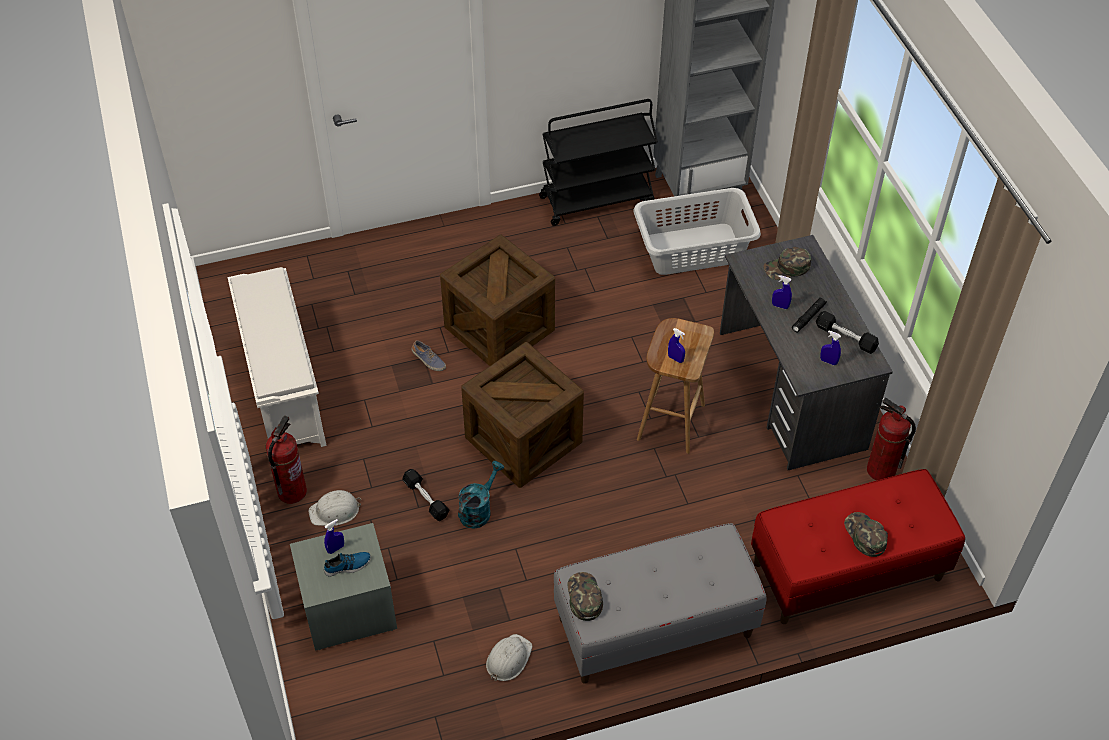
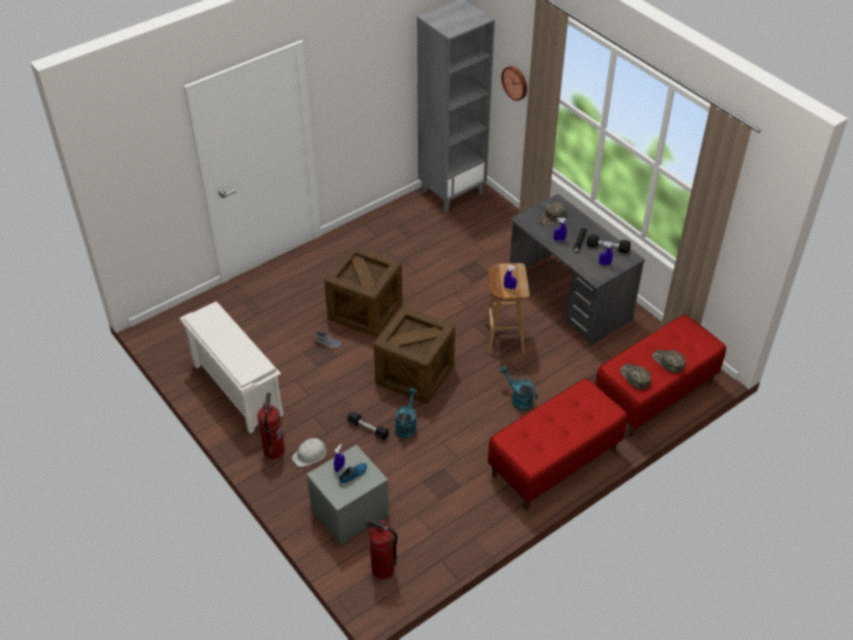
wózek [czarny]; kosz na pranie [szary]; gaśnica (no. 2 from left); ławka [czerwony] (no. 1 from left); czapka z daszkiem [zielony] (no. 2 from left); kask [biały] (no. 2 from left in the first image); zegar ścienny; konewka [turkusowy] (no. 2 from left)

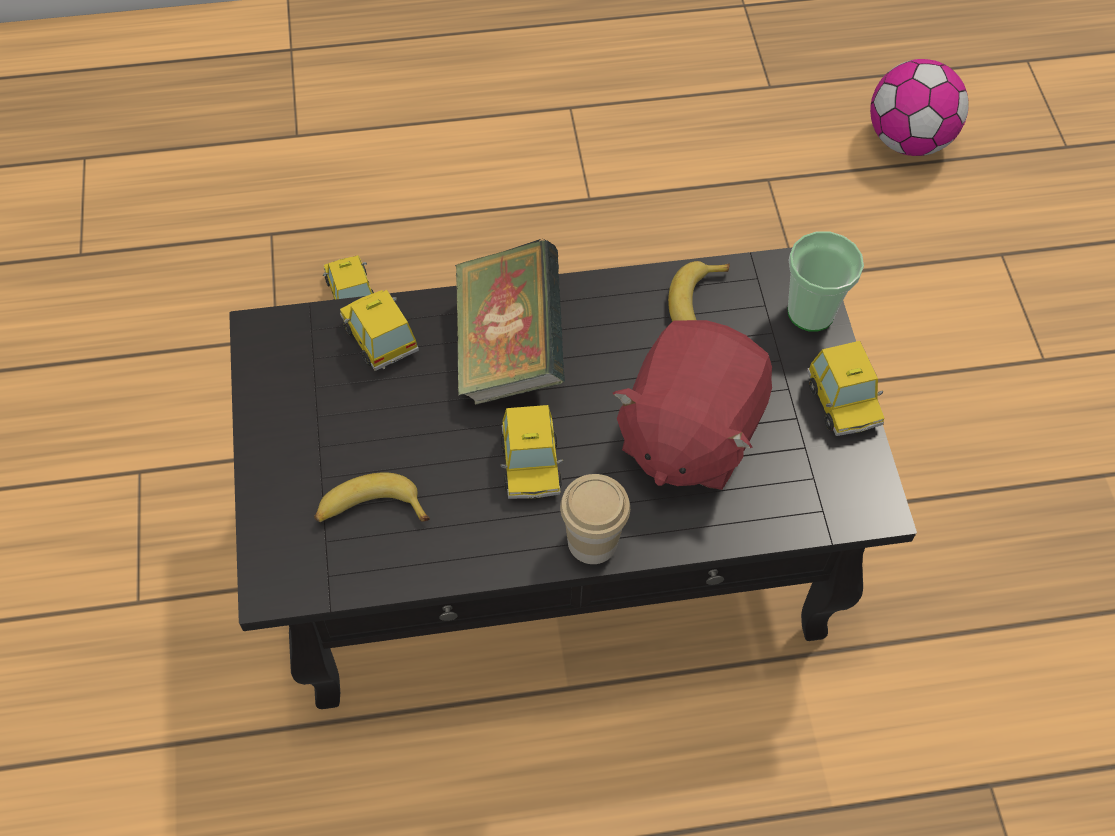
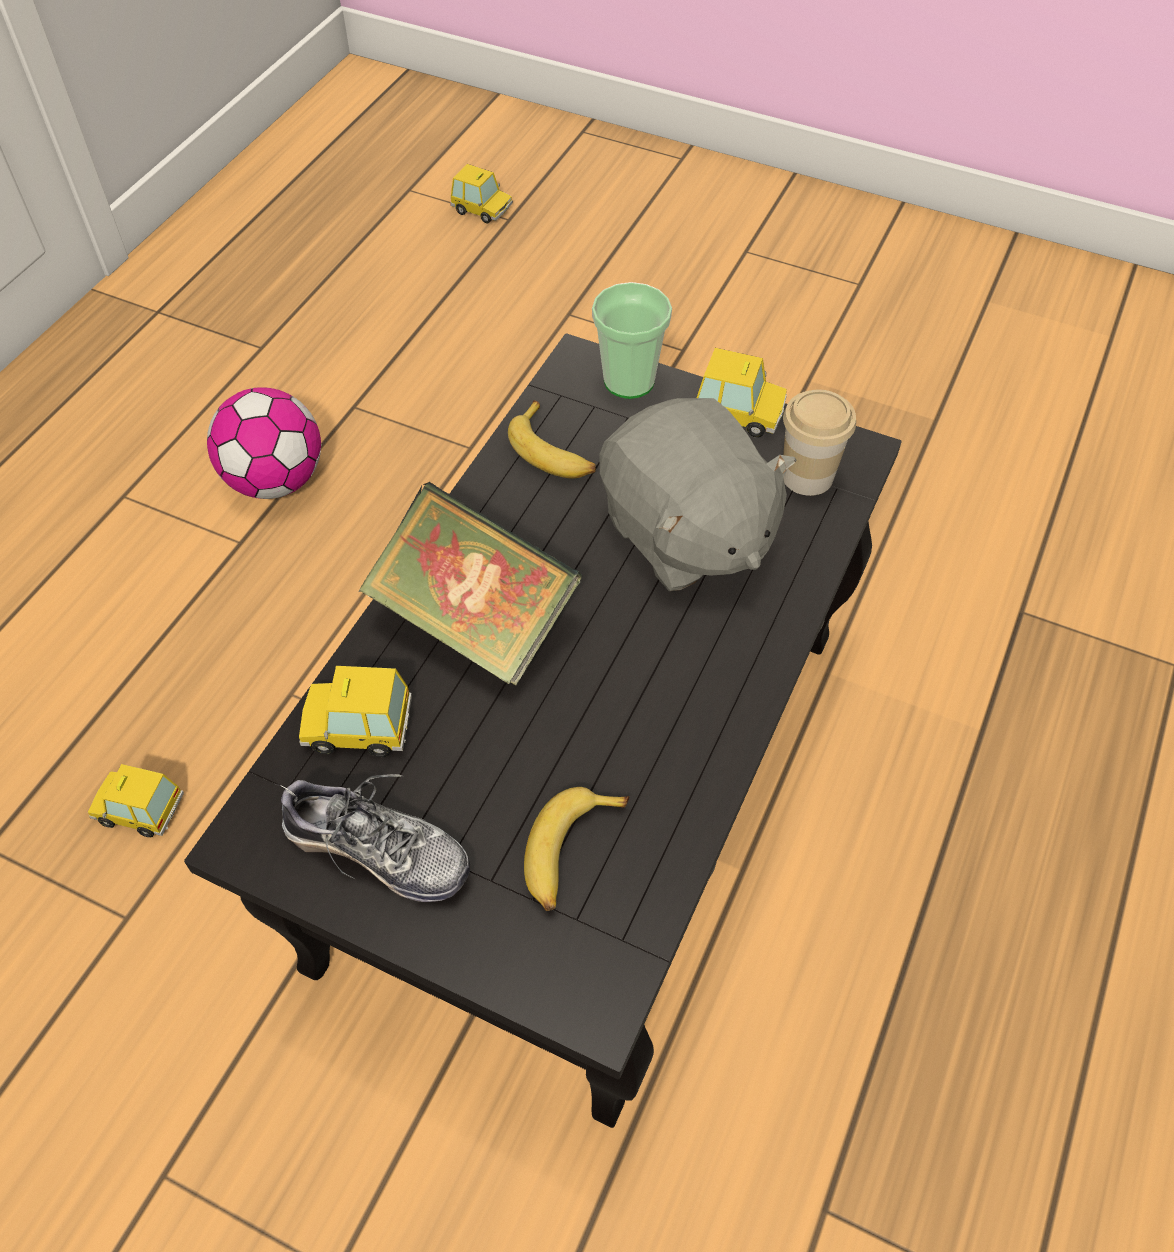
piłka futbolowa; pluszak [szary]; samochodzik (no. 3 from left); filiżanka (no. 2 from left); but

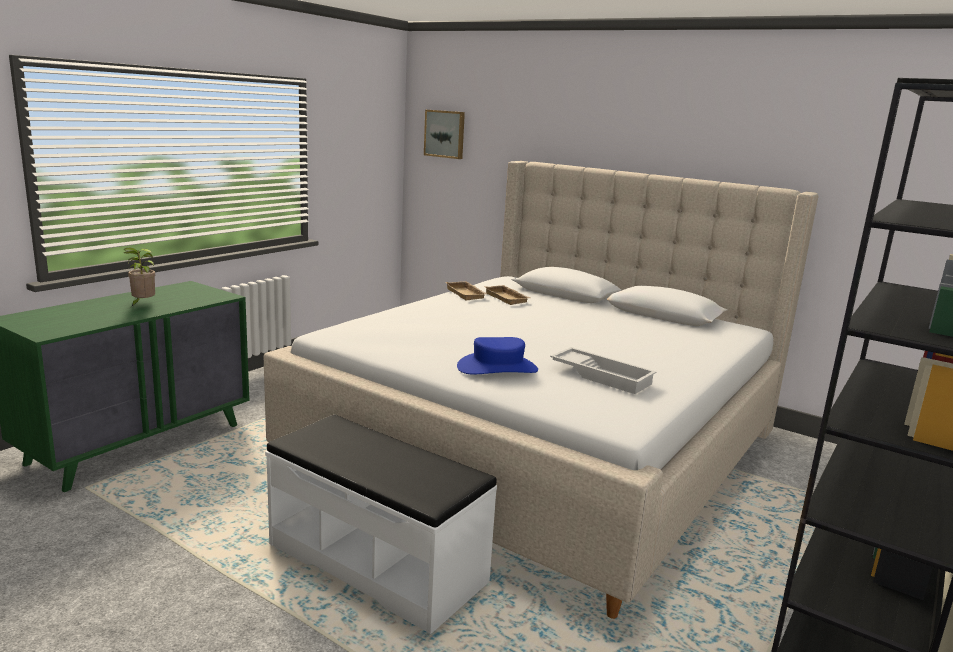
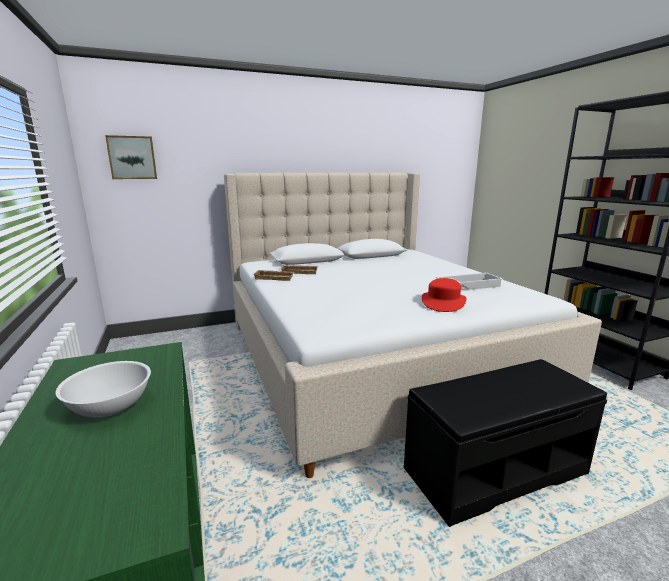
miska [biały]; kapelusz [czerwony]; ławka [czarny]

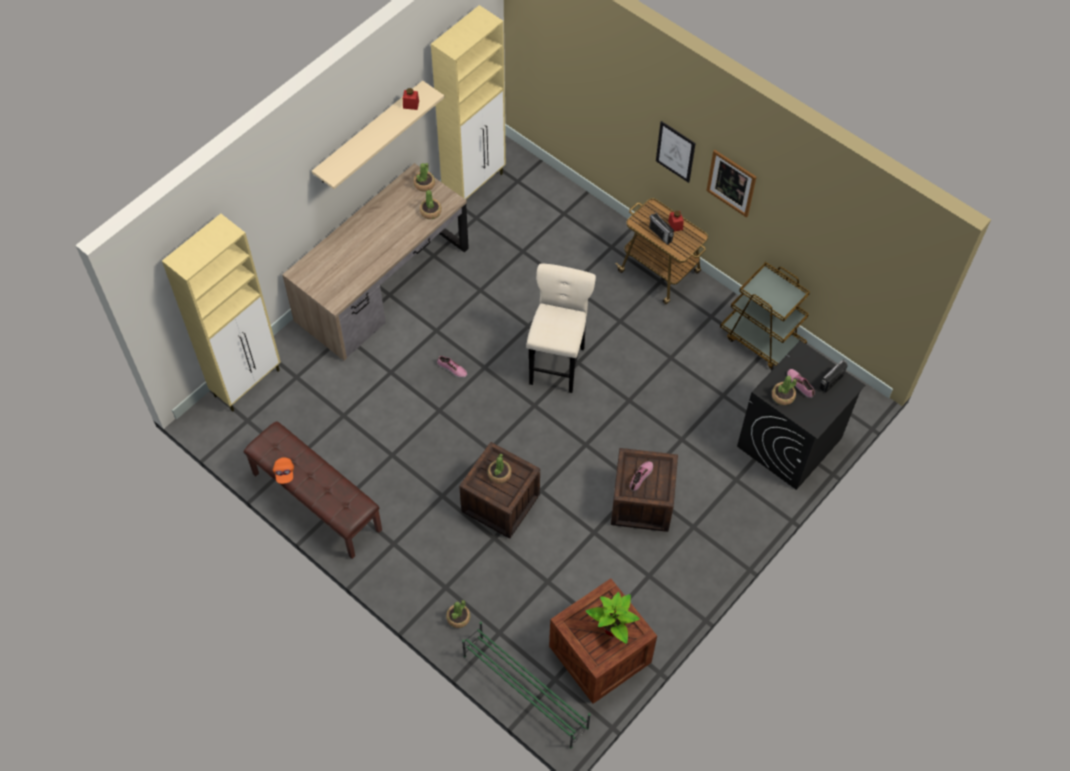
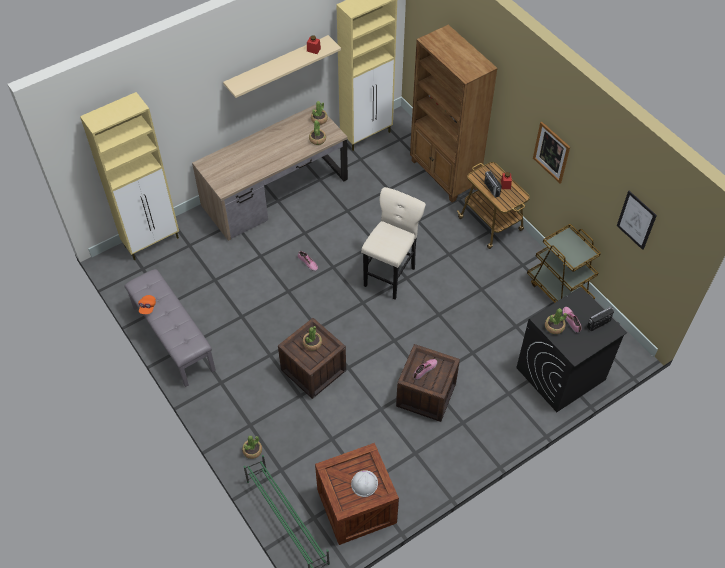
obraz (no. 2 from left); ławka [szary]; kask [biały]; regał [brązowy]

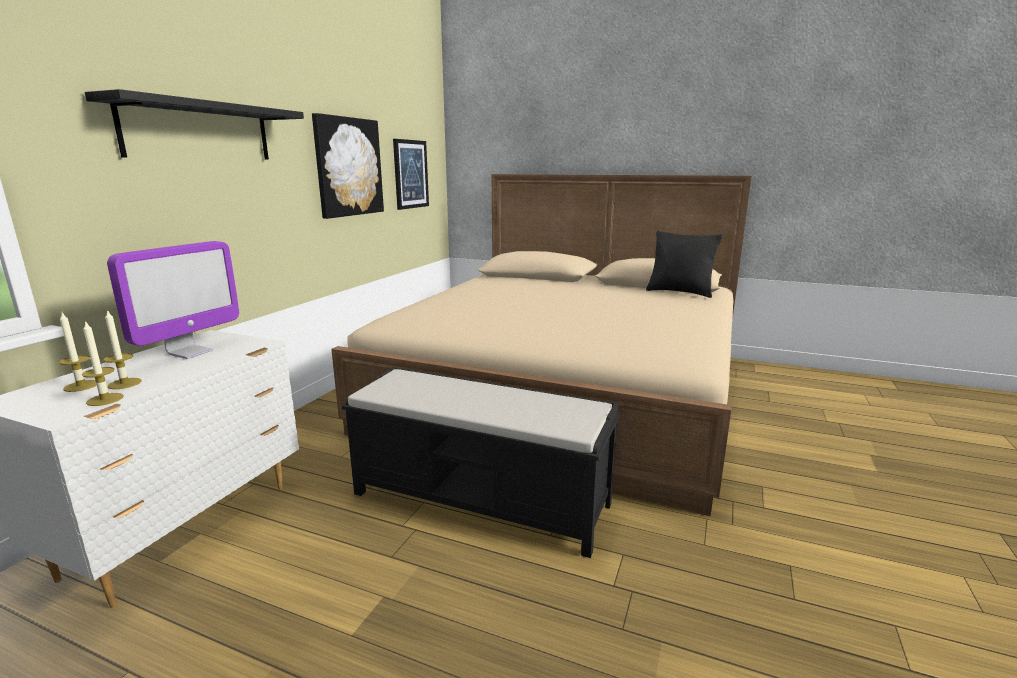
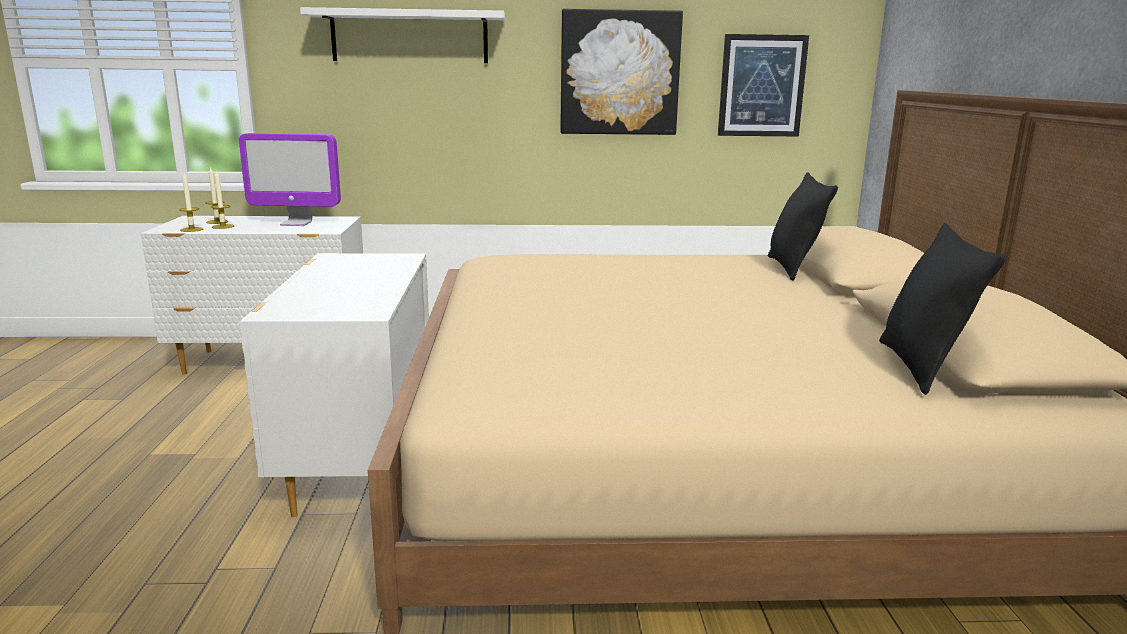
półka [biały]; komoda [biały] (no. 2 from left); poduszka [czarny] (no. 1 from left)

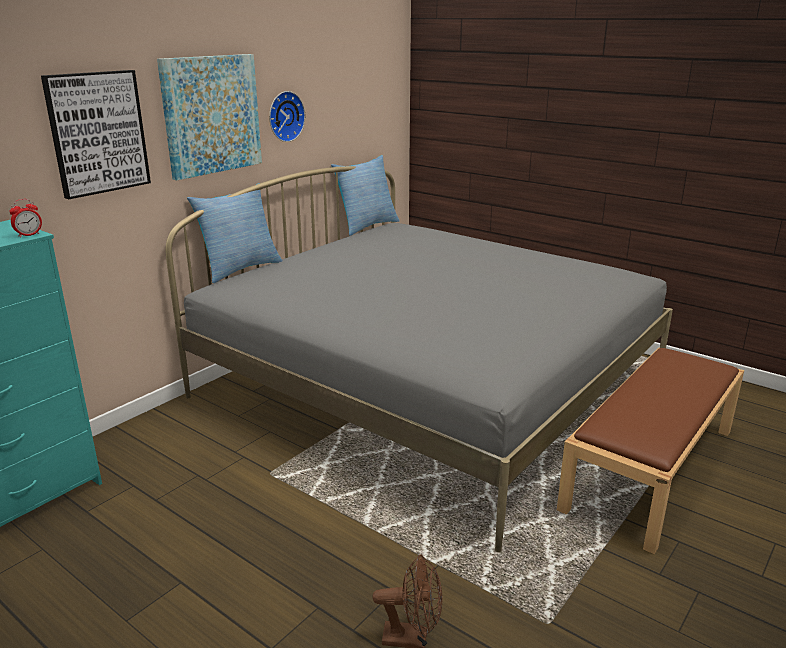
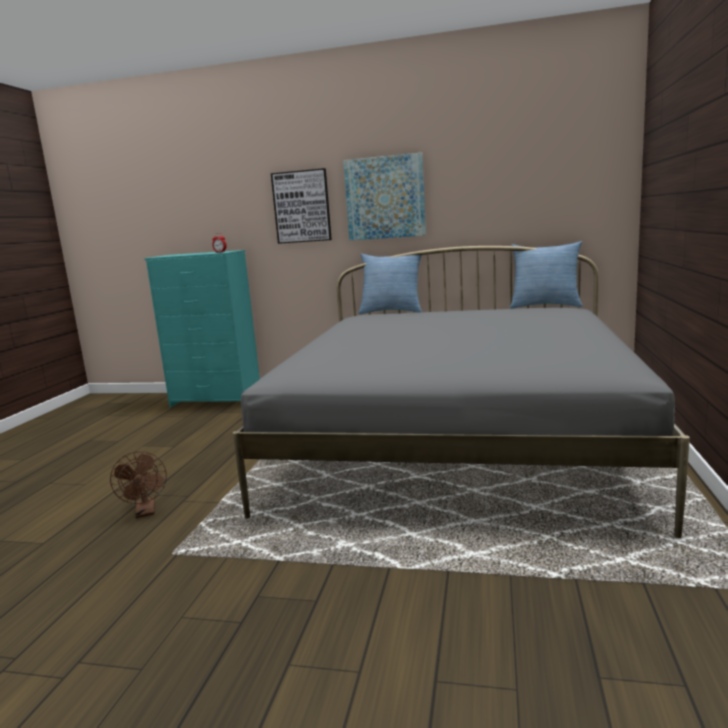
zegar ścienny; ławka [brązowy]

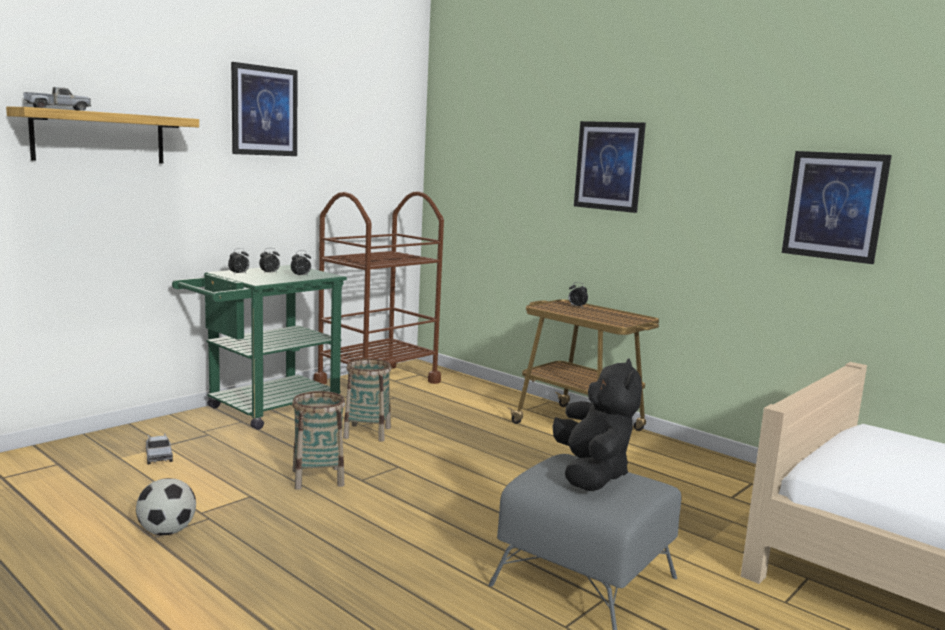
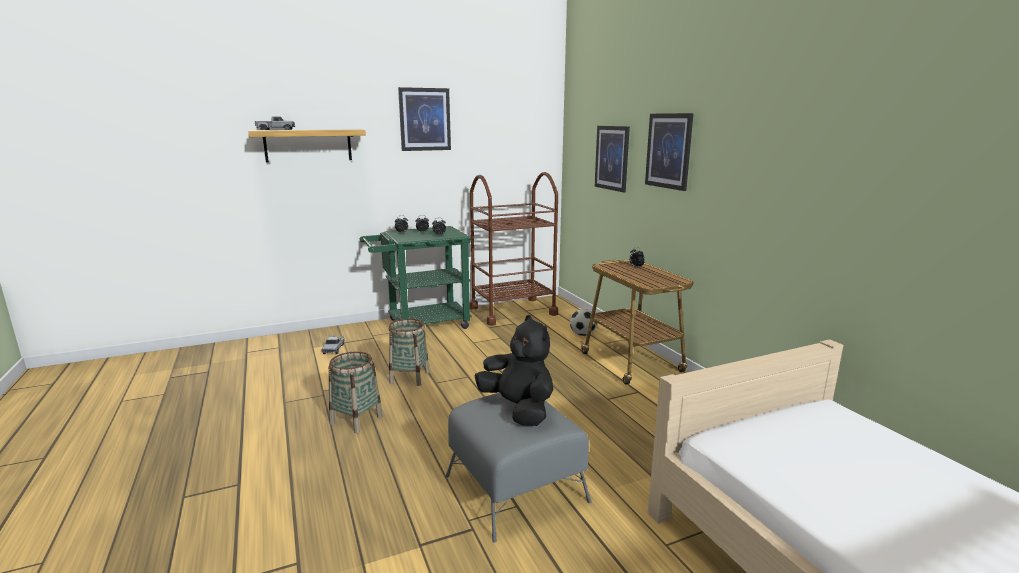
obraz (no. 2 from left); koszyk (no. 1 from left); pluszak [czarny]; piłka futbolowa

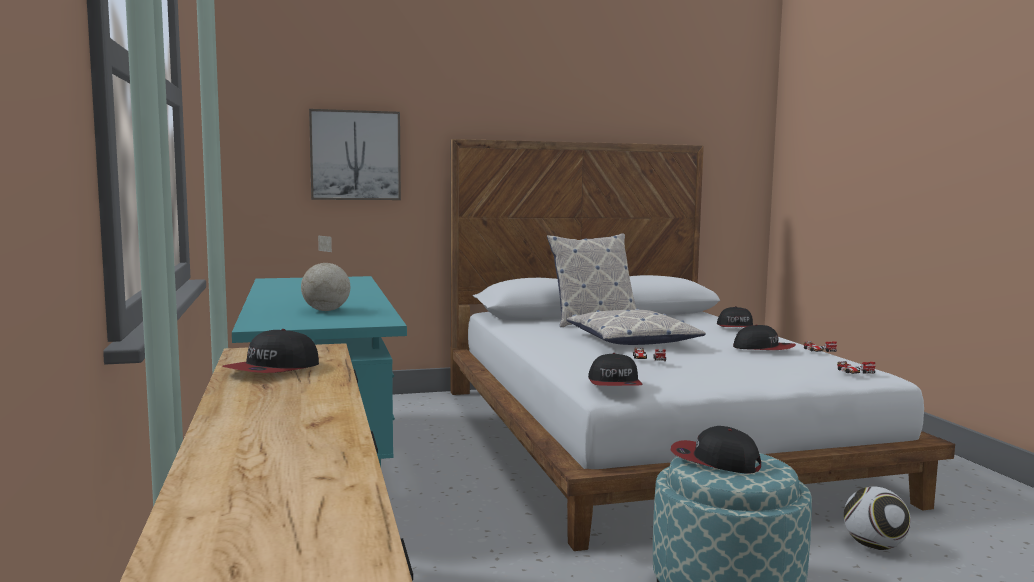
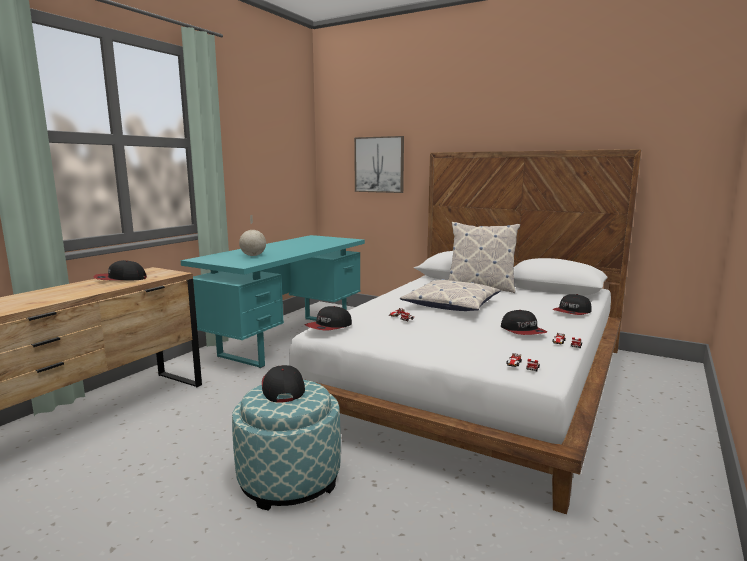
piłka futbolowa

